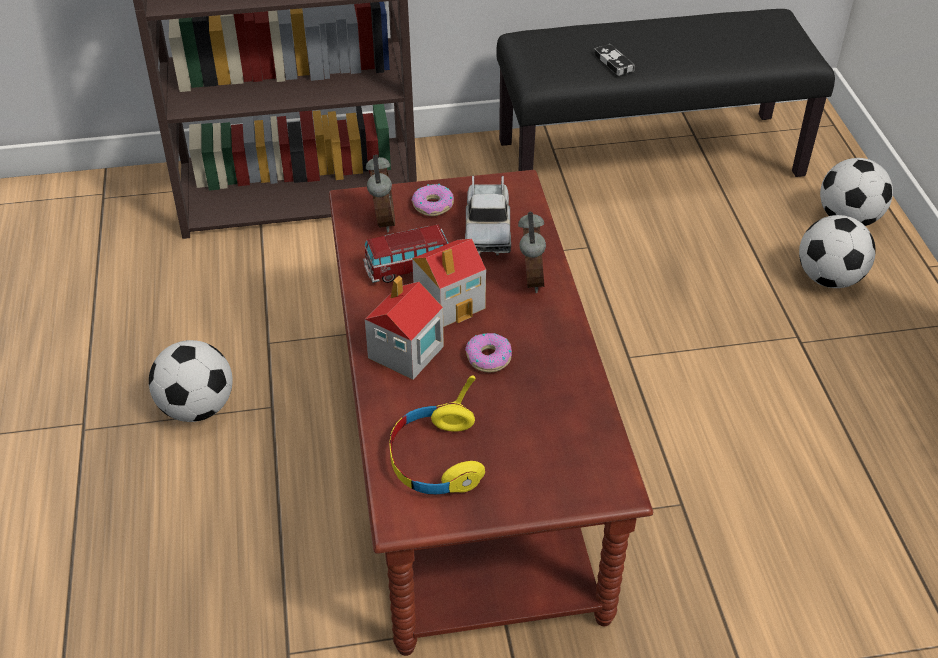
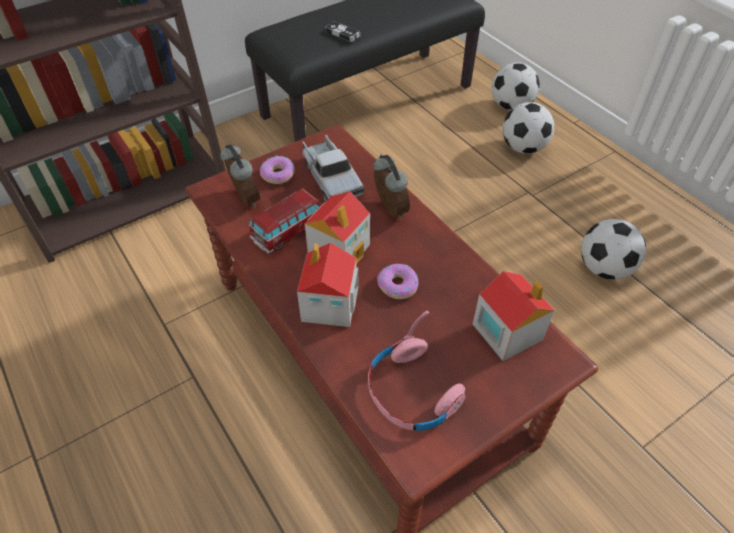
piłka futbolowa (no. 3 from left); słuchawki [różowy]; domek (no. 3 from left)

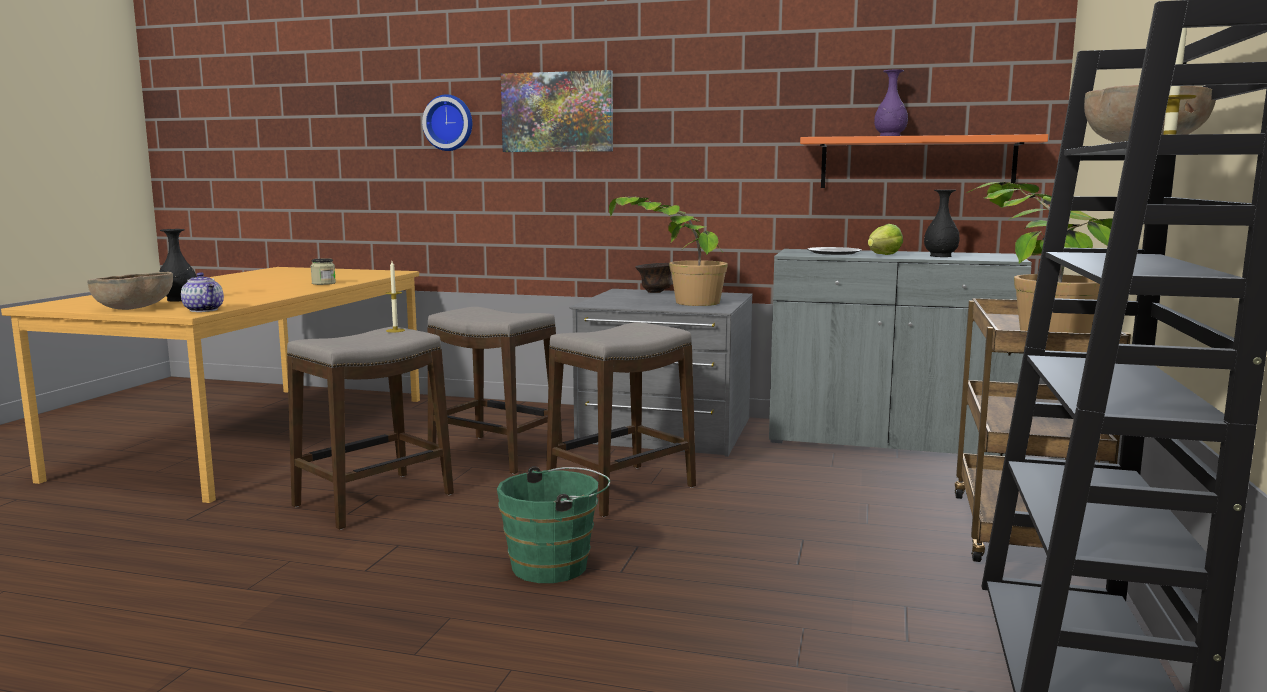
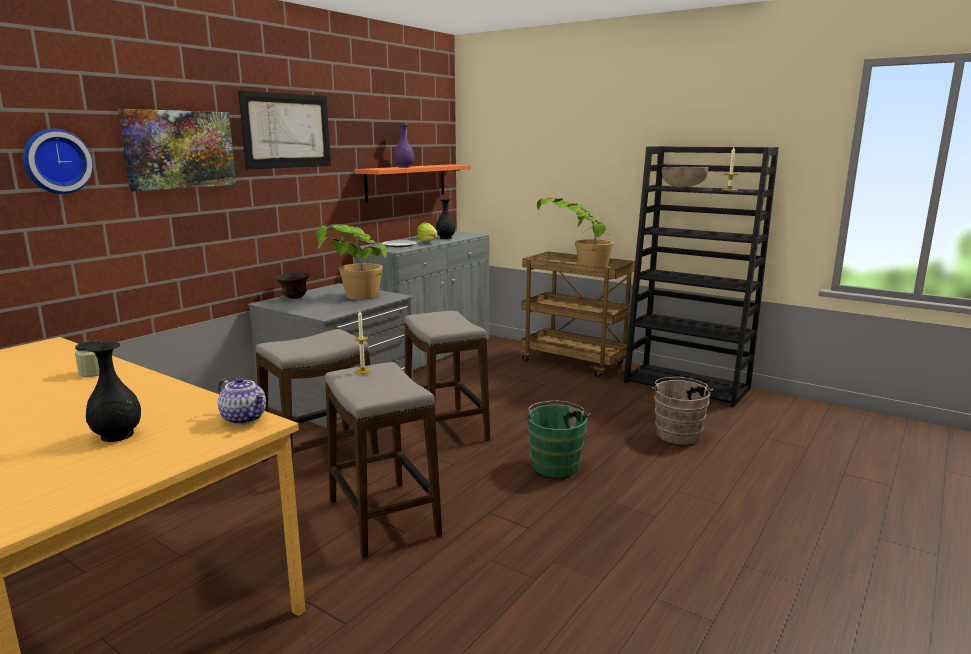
miska [brązowy] (no. 1 from left in the first image); imbryk; obraz (no. 2 from left); wiadro [brązowy]

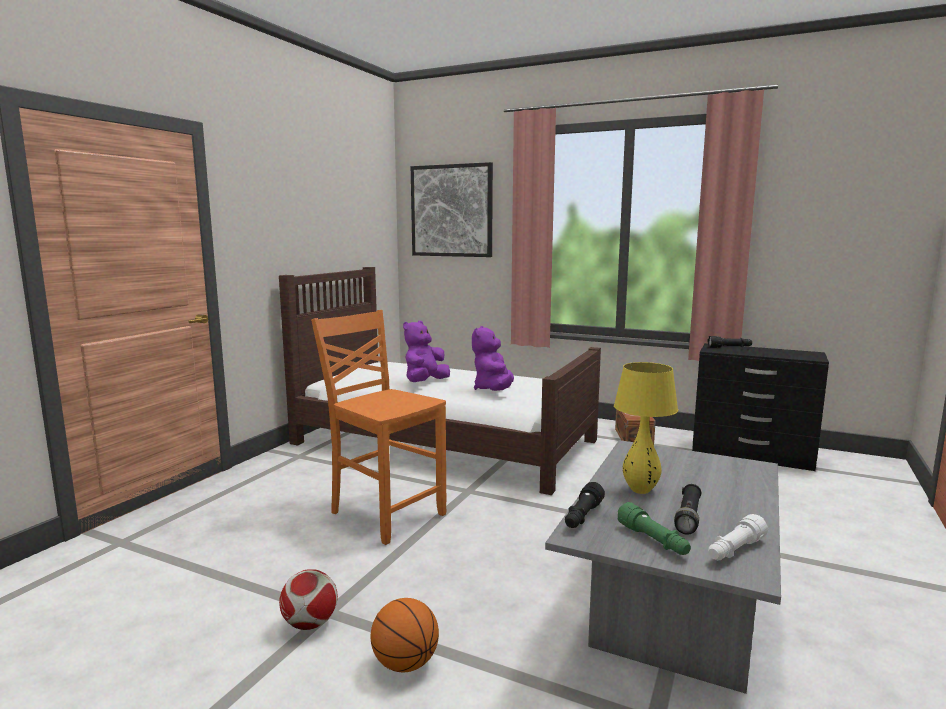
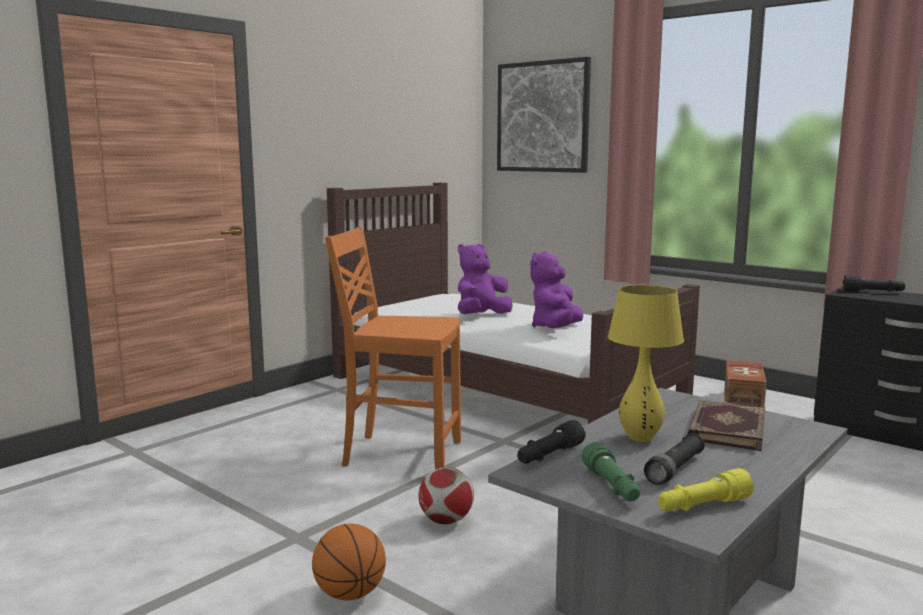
krzesło [pomarańczowy]; latarka [żółty]; piłka futbolowa; książka

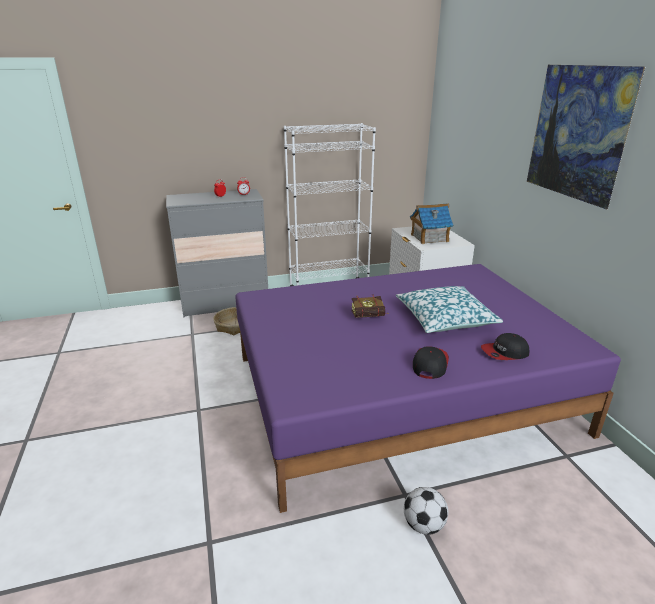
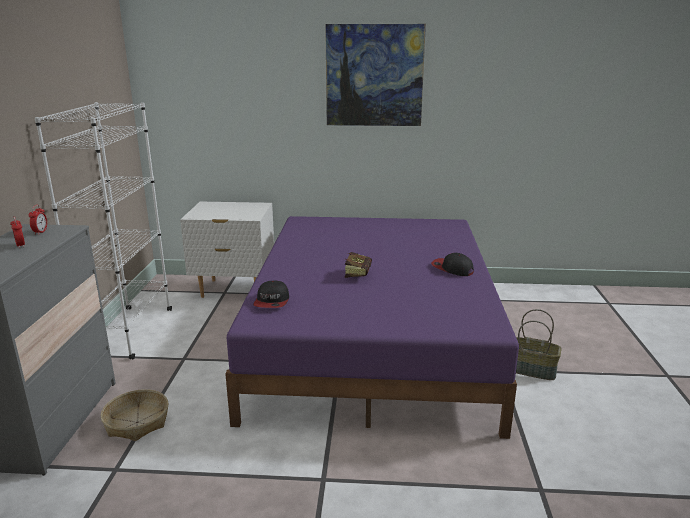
domek; poduszka; czapka z daszkiem (no. 1 from left); koszyk (no. 2 from left)

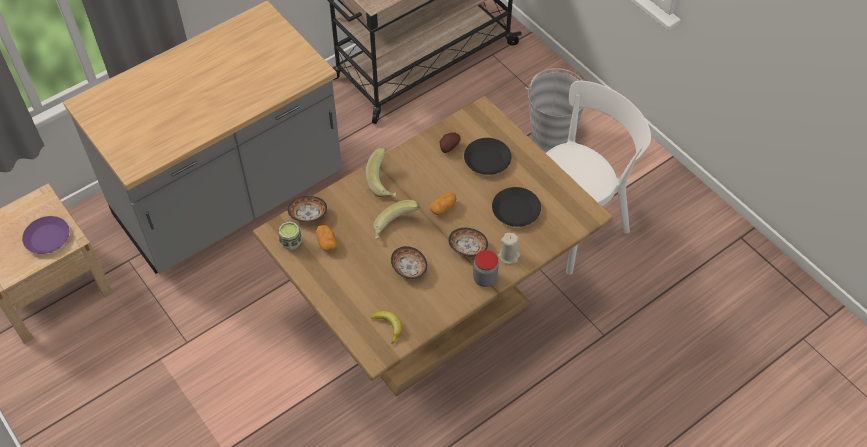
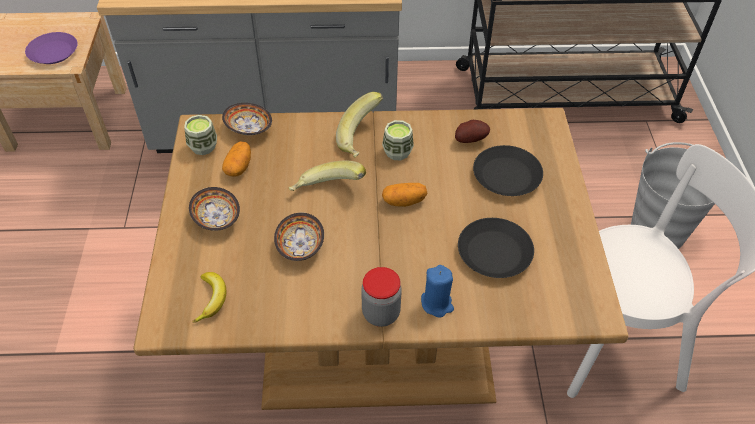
miska (no. 1 from left); świeca [niebieski]; filiżanka (no. 2 from left)

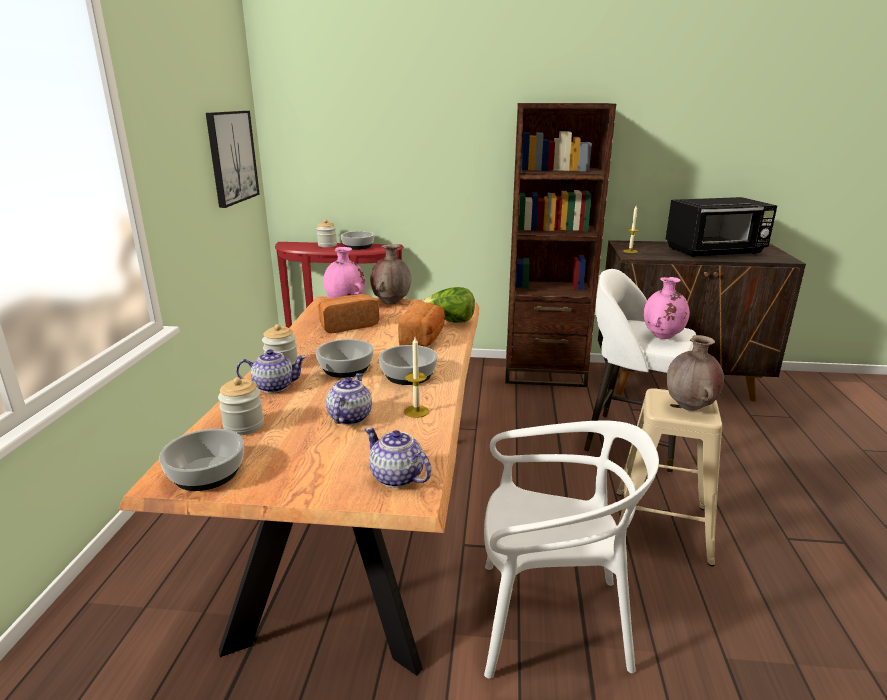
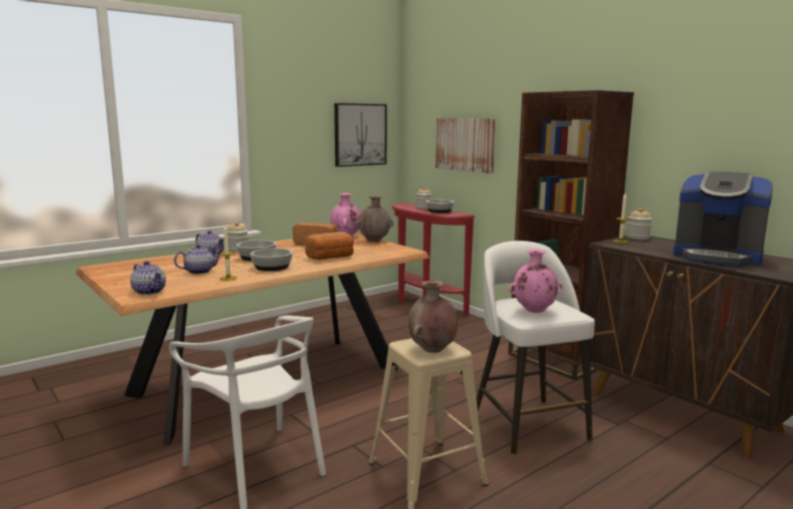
ekspres do kawy; sałata; słoik (no. 3 from left); imbryk (no. 1 from left); miska (no. 1 from left in the first image); obraz (no. 2 from left)

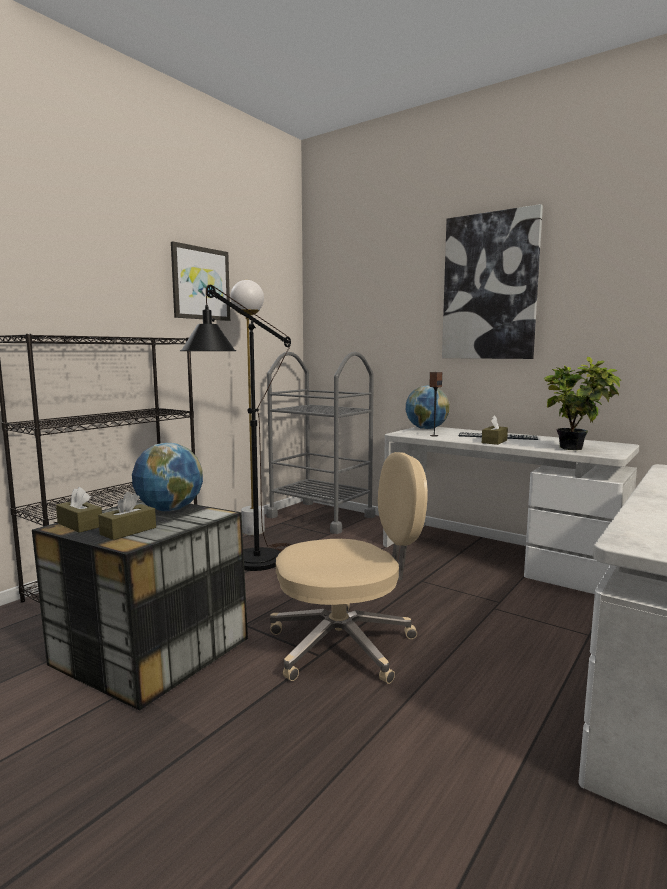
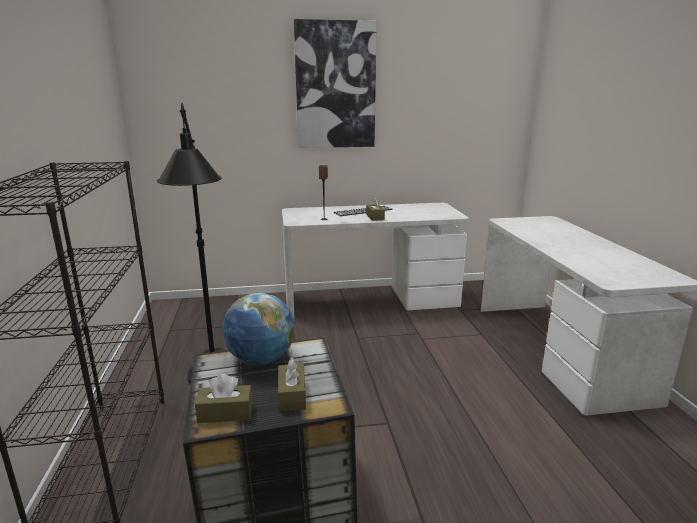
obraz (no. 1 from left in the first image); lampa stojąca [biały]; wózek [szary]; roślina doniczkowa; globus (no. 2 from left in the first image); krzesło biurowe [beżowy]

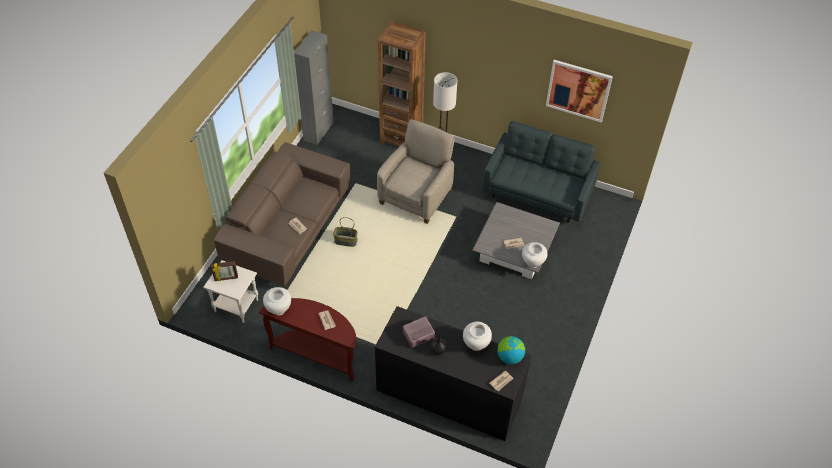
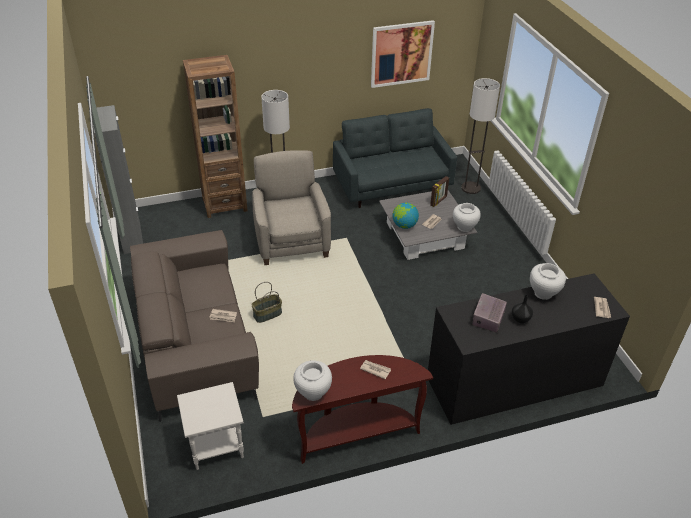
ramka na zdjęcie; globus; lampa stojąca (no. 2 from left)

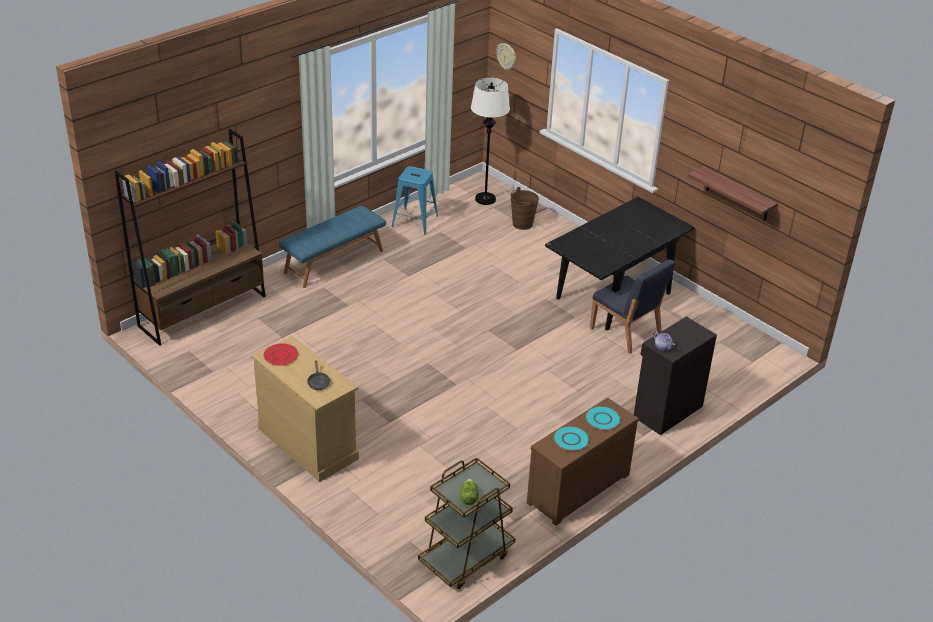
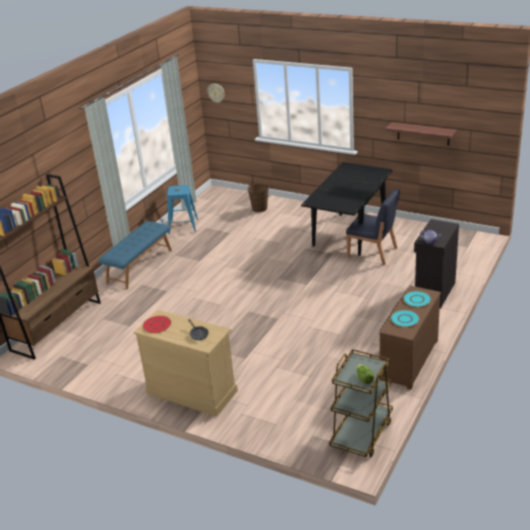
lampa stojąca [biały]

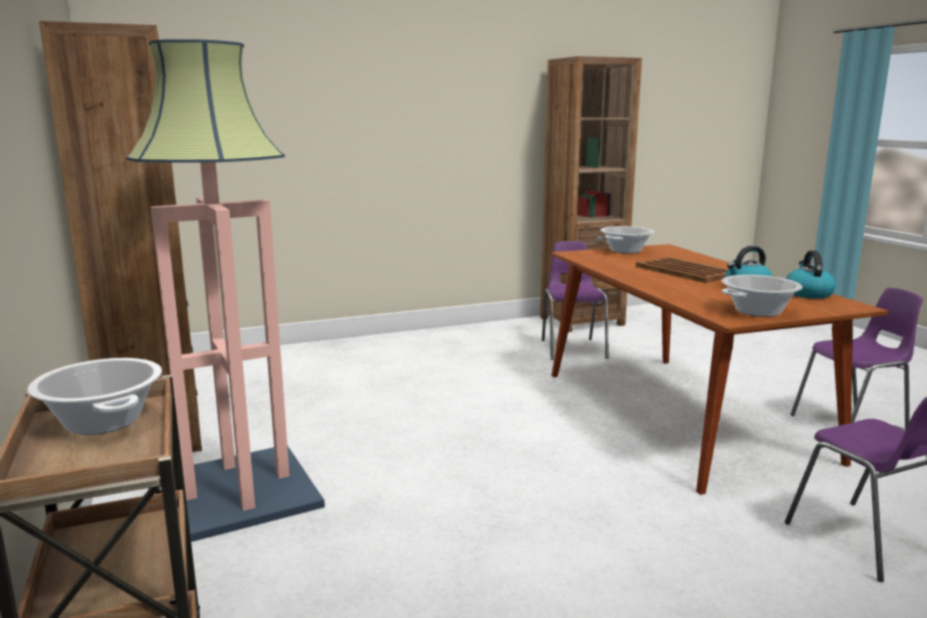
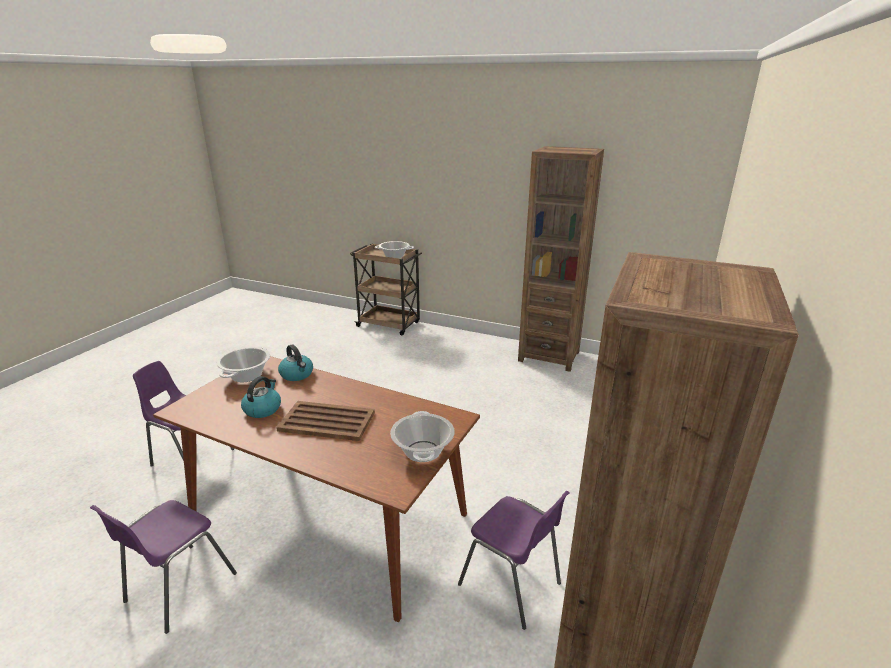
lampa stojąca; czajnik (no. 2 from left)

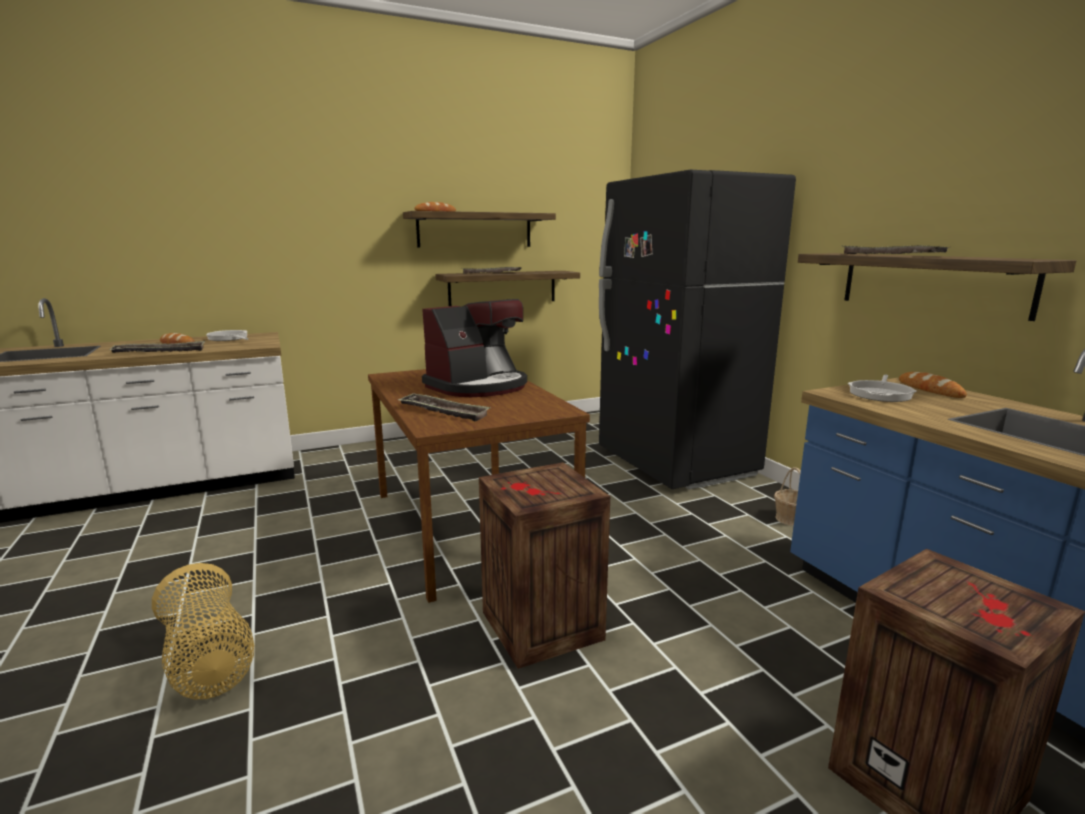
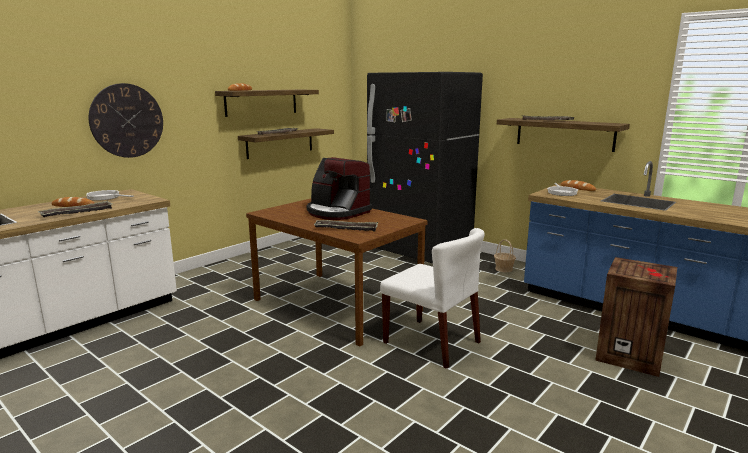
ekspres do kawy; krzesło [biały]; koszyk (no. 1 from left in the first image); zegar ścienny

